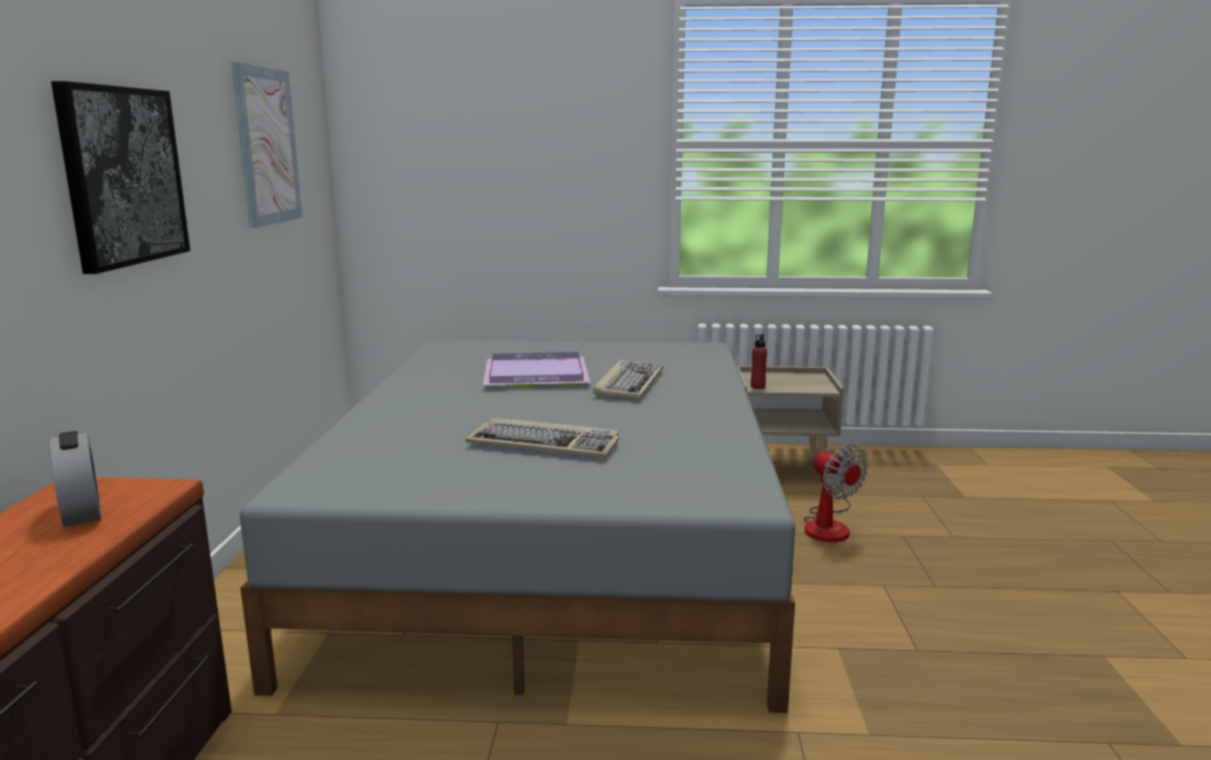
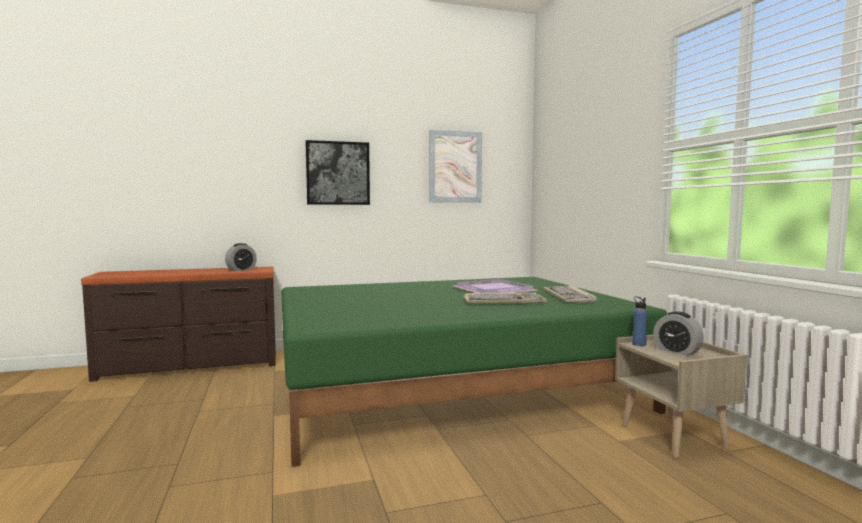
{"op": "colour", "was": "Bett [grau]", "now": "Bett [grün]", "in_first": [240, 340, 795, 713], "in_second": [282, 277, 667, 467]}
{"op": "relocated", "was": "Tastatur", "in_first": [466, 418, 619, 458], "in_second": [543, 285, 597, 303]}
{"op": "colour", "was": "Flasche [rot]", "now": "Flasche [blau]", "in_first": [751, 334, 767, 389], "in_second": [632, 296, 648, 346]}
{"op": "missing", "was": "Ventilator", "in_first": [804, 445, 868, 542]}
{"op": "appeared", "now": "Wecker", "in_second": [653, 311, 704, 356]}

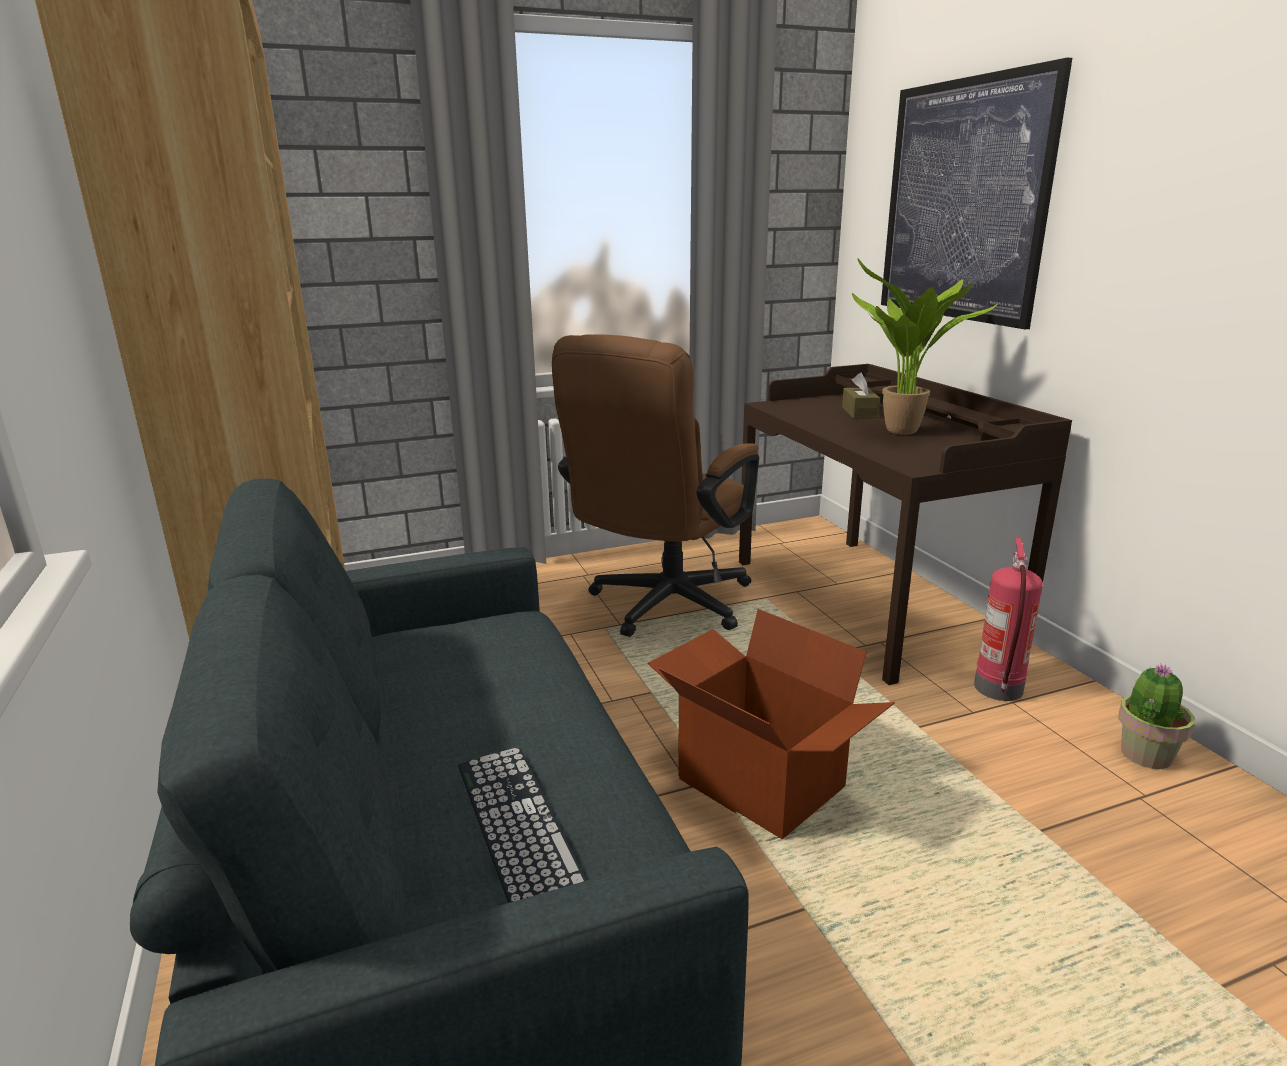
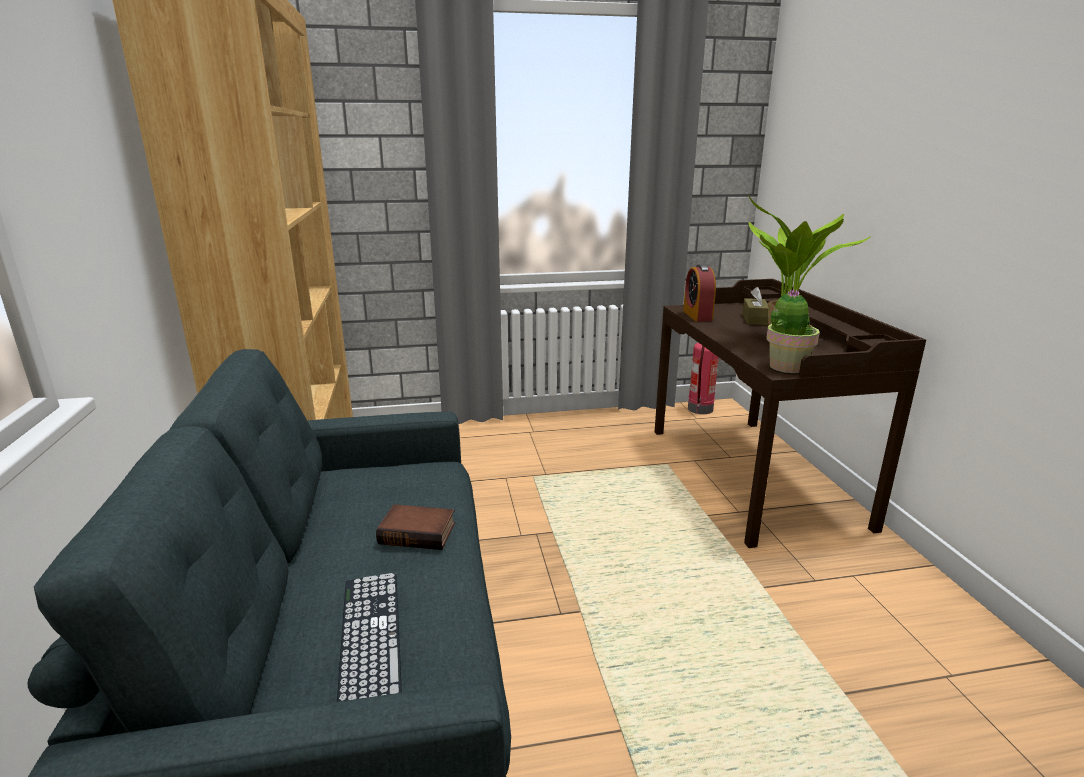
{"op": "missing", "was": "Bürostuhl [braun]", "in_first": [552, 335, 759, 637]}
{"op": "missing", "was": "Karton", "in_first": [648, 609, 895, 839]}
{"op": "missing", "was": "Bild", "in_first": [881, 58, 1072, 329]}
{"op": "relocated", "was": "Feuerlöscher", "in_first": [974, 537, 1043, 701], "in_second": [688, 343, 719, 414]}
{"op": "relocated", "was": "Topfpflanze", "in_first": [1119, 664, 1195, 769], "in_second": [766, 289, 820, 373]}
{"op": "appeared", "now": "Buch", "in_second": [376, 504, 455, 550]}
{"op": "appeared", "now": "Wecker", "in_second": [683, 264, 716, 322]}

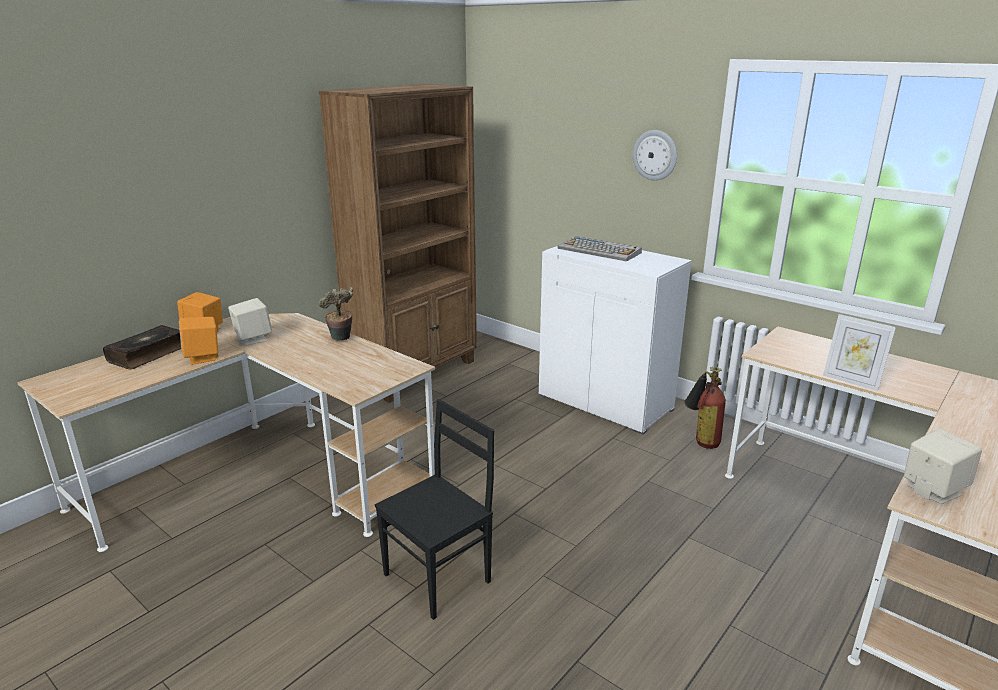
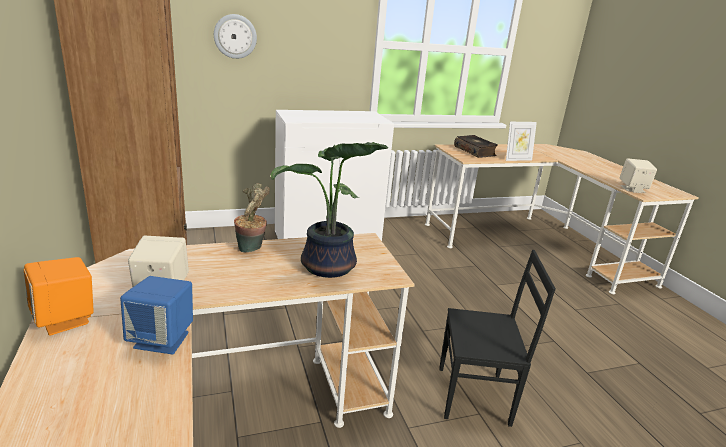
{"op": "relocated", "was": "Buch", "in_first": [103, 325, 181, 369], "in_second": [454, 135, 498, 158]}
{"op": "colour", "was": "Lautsprecher [orange]", "now": "Lautsprecher [blau]", "in_first": [179, 317, 218, 365], "in_second": [120, 276, 193, 354]}
{"op": "spun", "was": "Stuhl [schwarz]", "in_first": [375, 399, 494, 620], "in_second": [439, 250, 556, 427], "clockwise": 105}
{"op": "missing", "was": "Tastatur", "in_first": [557, 236, 642, 262]}
{"op": "relocated", "was": "Wanduhr", "in_first": [633, 130, 677, 181], "in_second": [214, 14, 257, 59]}
{"op": "missing", "was": "Feuerlöscher", "in_first": [684, 367, 726, 449]}
{"op": "appeared", "now": "Topfpflanze", "in_second": [271, 142, 388, 278]}

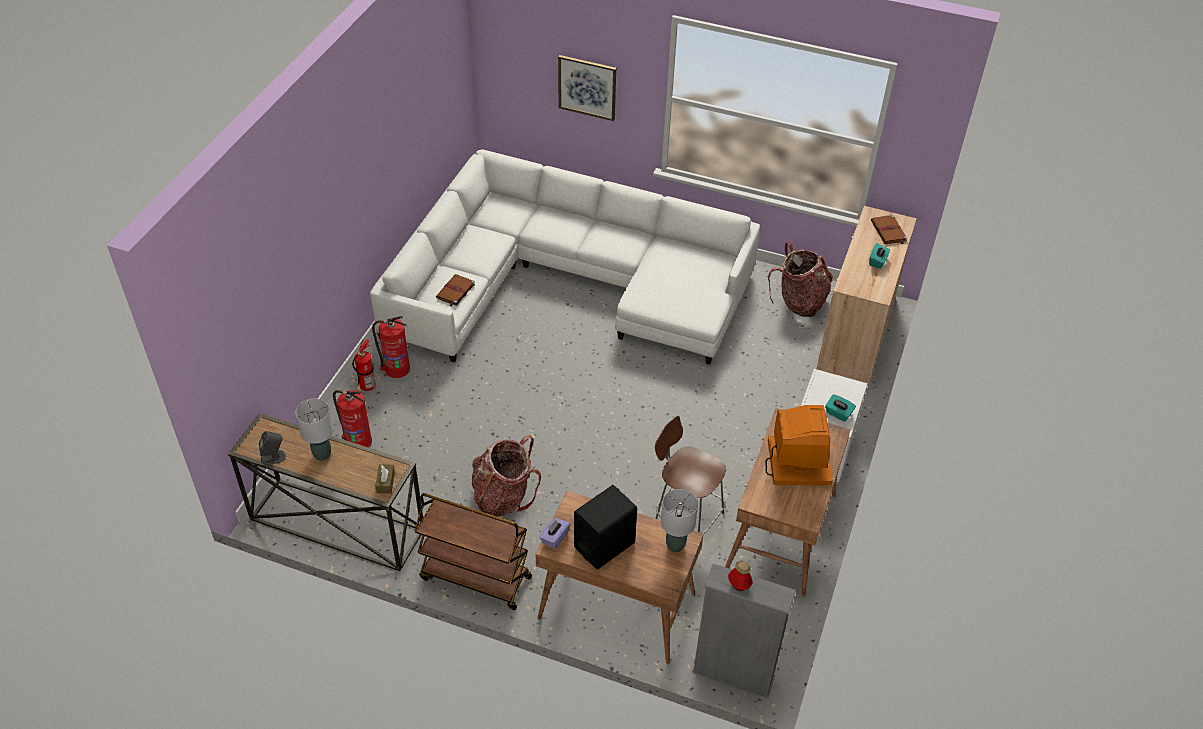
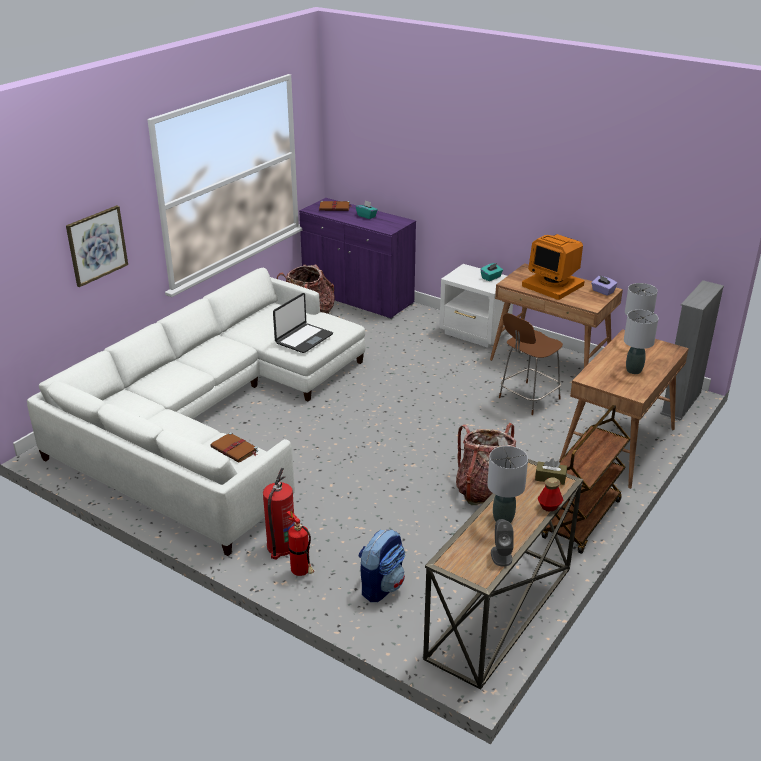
{"op": "exchanged", "was": "Feuerlöscher", "now": "Rucksack", "in_first": [333, 390, 372, 447], "in_second": [358, 529, 405, 602]}
{"op": "relocated", "was": "Taschentuchbox [lila]", "in_first": [540, 518, 570, 549], "in_second": [591, 275, 617, 296]}
{"op": "exchanged", "was": "Lautsprecher [schwarz]", "now": "Tischlampe [grau]", "in_first": [574, 485, 637, 570], "in_second": [624, 310, 658, 374]}
{"op": "relocated", "was": "Flasche", "in_first": [728, 561, 753, 591], "in_second": [538, 477, 563, 511]}
{"op": "spun", "was": "Monitor", "in_first": [765, 405, 833, 485], "in_second": [522, 234, 584, 300], "clockwise": -150}
{"op": "colour", "was": "Schrank [beige]", "now": "Schrank [lila]", "in_first": [816, 206, 917, 385], "in_second": [299, 198, 416, 319]}
{"op": "appeared", "now": "Laptop", "in_second": [273, 293, 333, 353]}

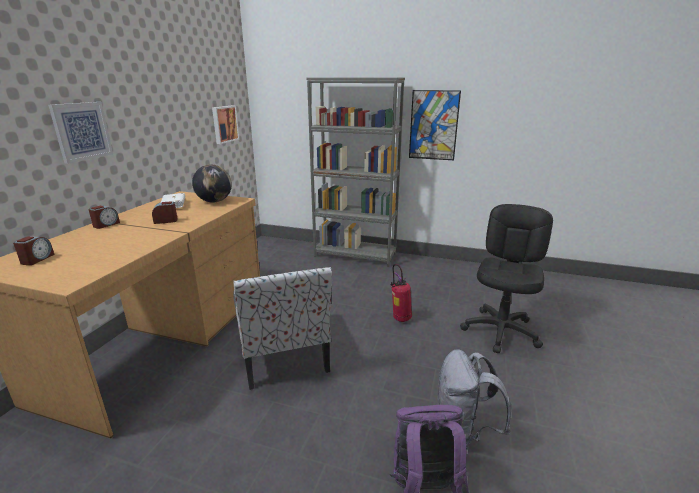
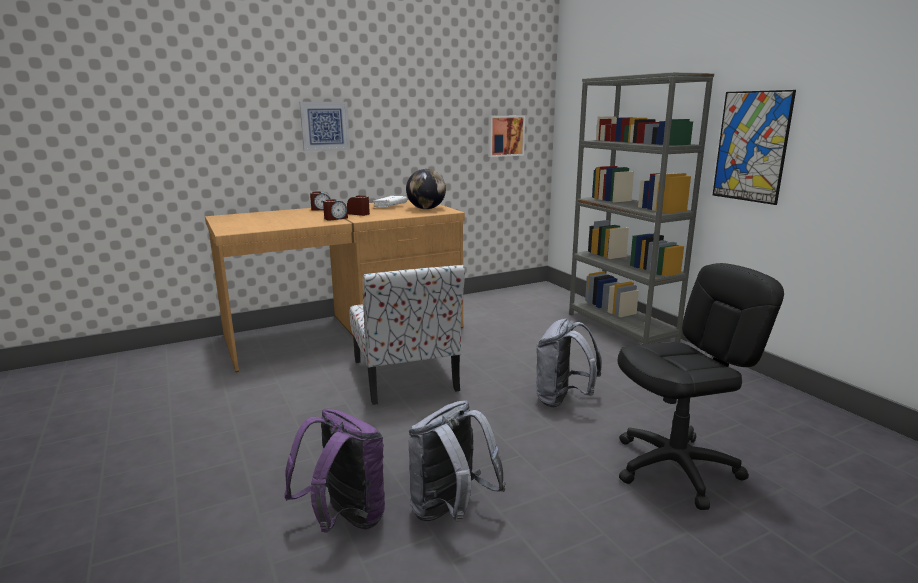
{"op": "relocated", "was": "Wecker", "in_first": [13, 236, 55, 265], "in_second": [323, 199, 348, 221]}
{"op": "spun", "was": "Stuhl", "in_first": [233, 267, 332, 390], "in_second": [349, 265, 465, 405], "clockwise": -45}
{"op": "exchanged", "was": "Feuerlöscher", "now": "Rucksack [grau]", "in_first": [390, 264, 412, 322], "in_second": [536, 319, 602, 407]}

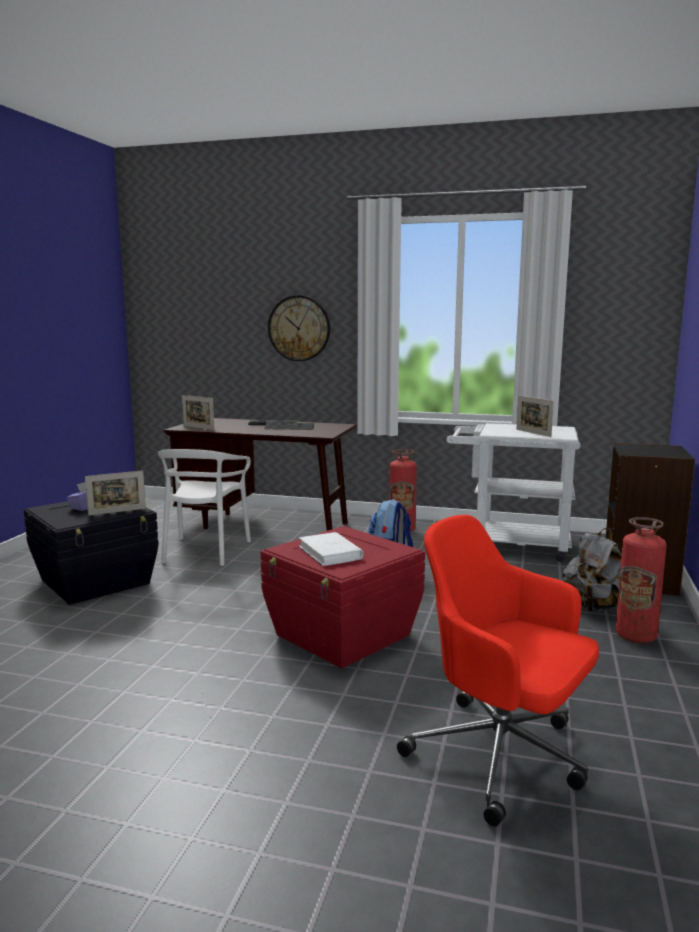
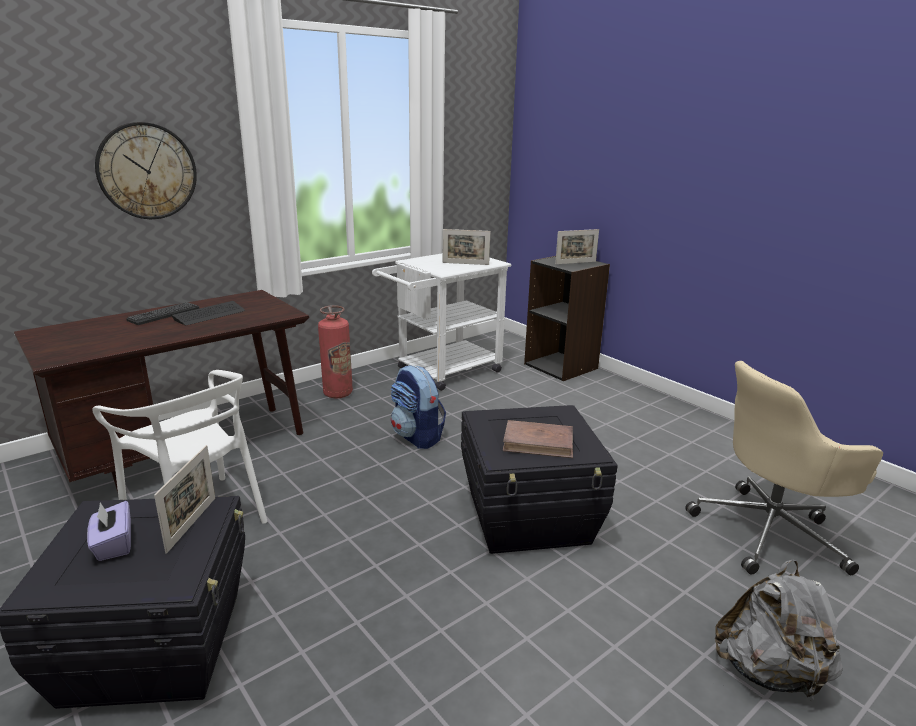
{"op": "relocated", "was": "Bilderrahmen", "in_first": [182, 395, 214, 430], "in_second": [555, 229, 599, 264]}
{"op": "colour", "was": "Aufbewahrungsbox [rot]", "now": "Aufbewahrungsbox [schwarz]", "in_first": [261, 526, 425, 668], "in_second": [461, 405, 618, 554]}
{"op": "colour", "was": "Buch [weiß]", "now": "Buch [braun]", "in_first": [299, 532, 364, 566], "in_second": [503, 420, 573, 458]}
{"op": "colour", "was": "Bürostuhl [rot]", "now": "Bürostuhl [beige]", "in_first": [397, 515, 599, 827], "in_second": [685, 361, 883, 575]}
{"op": "relocated", "was": "Rucksack [grau]", "in_first": [563, 528, 622, 612], "in_second": [715, 559, 843, 701]}
{"op": "missing", "was": "Feuerlöscher", "in_first": [616, 517, 667, 643]}

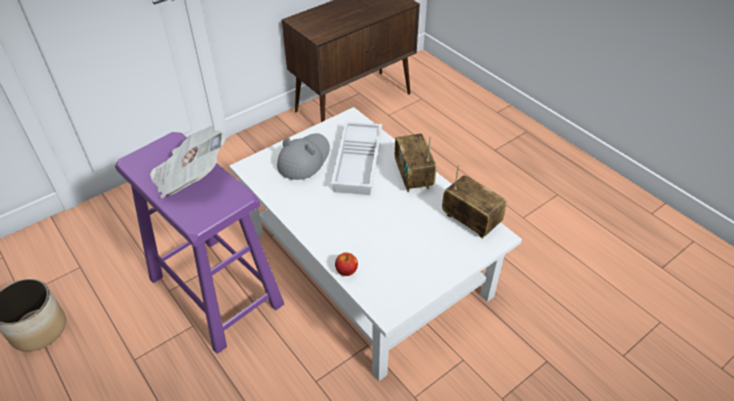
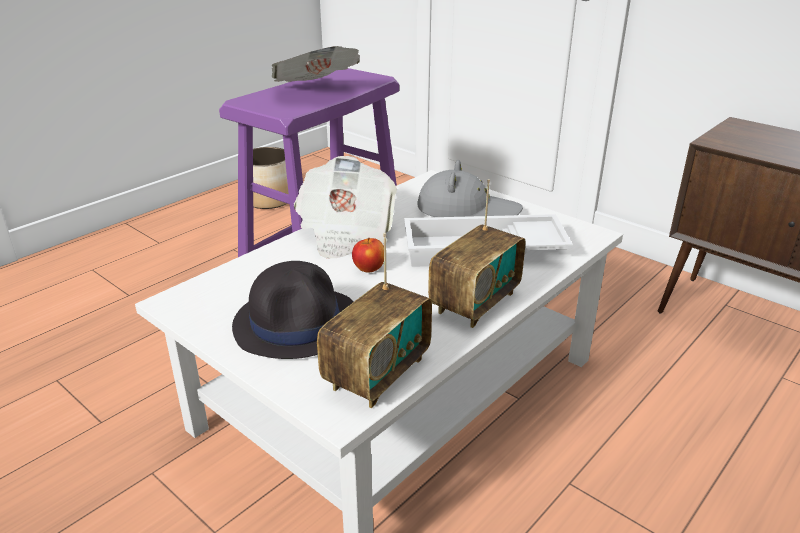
{"op": "relocated", "was": "Apfel", "in_first": [335, 252, 358, 276], "in_second": [352, 238, 384, 273]}
{"op": "spun", "was": "Radio", "in_first": [395, 134, 436, 192], "in_second": [428, 179, 525, 328], "clockwise": 150}
{"op": "appeared", "now": "Hut [schwarz]", "in_second": [232, 261, 353, 359]}
{"op": "appeared", "now": "Zeitung", "in_second": [294, 156, 397, 259]}

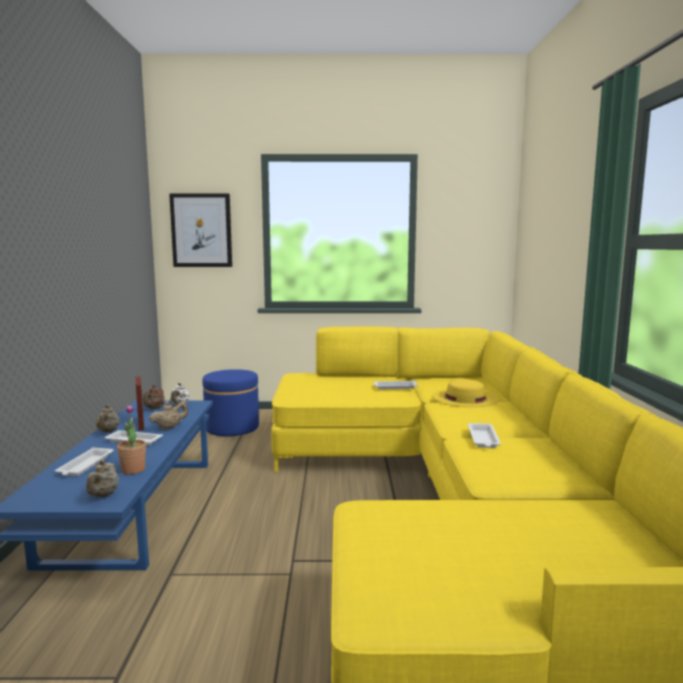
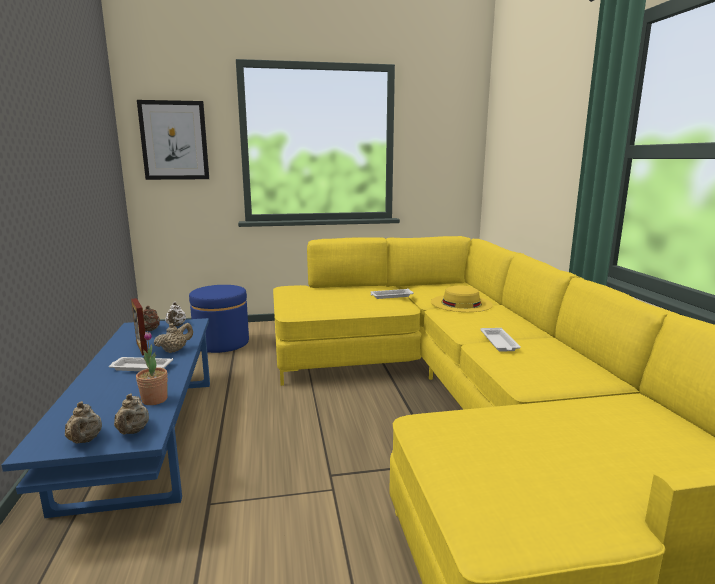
{"op": "missing", "was": "Tablett [weiß]", "in_first": [55, 448, 114, 476]}
{"op": "relocated", "was": "Teekanne [beige]", "in_first": [96, 404, 120, 432], "in_second": [65, 401, 102, 444]}

